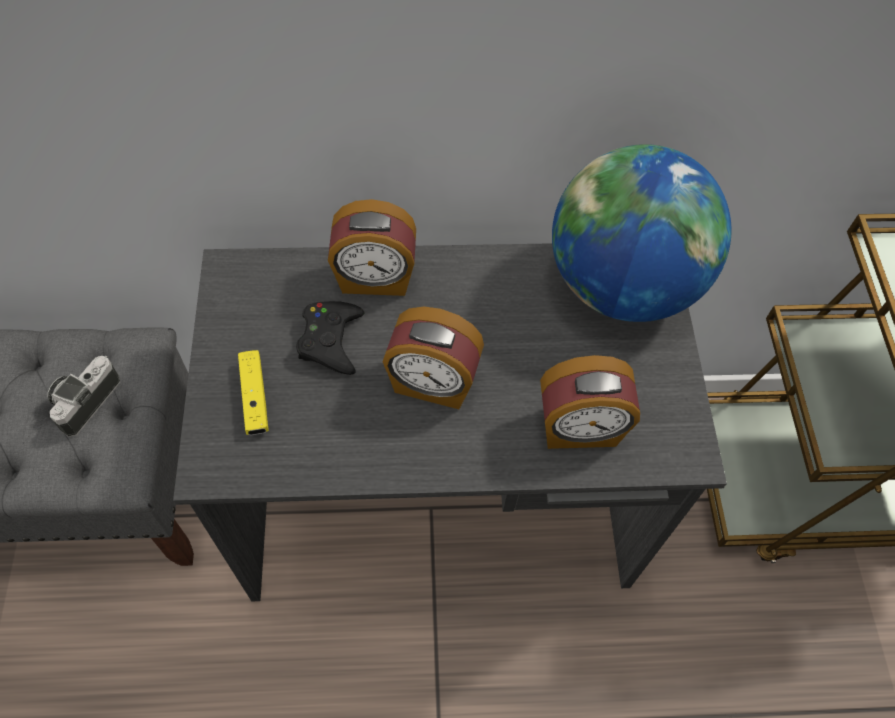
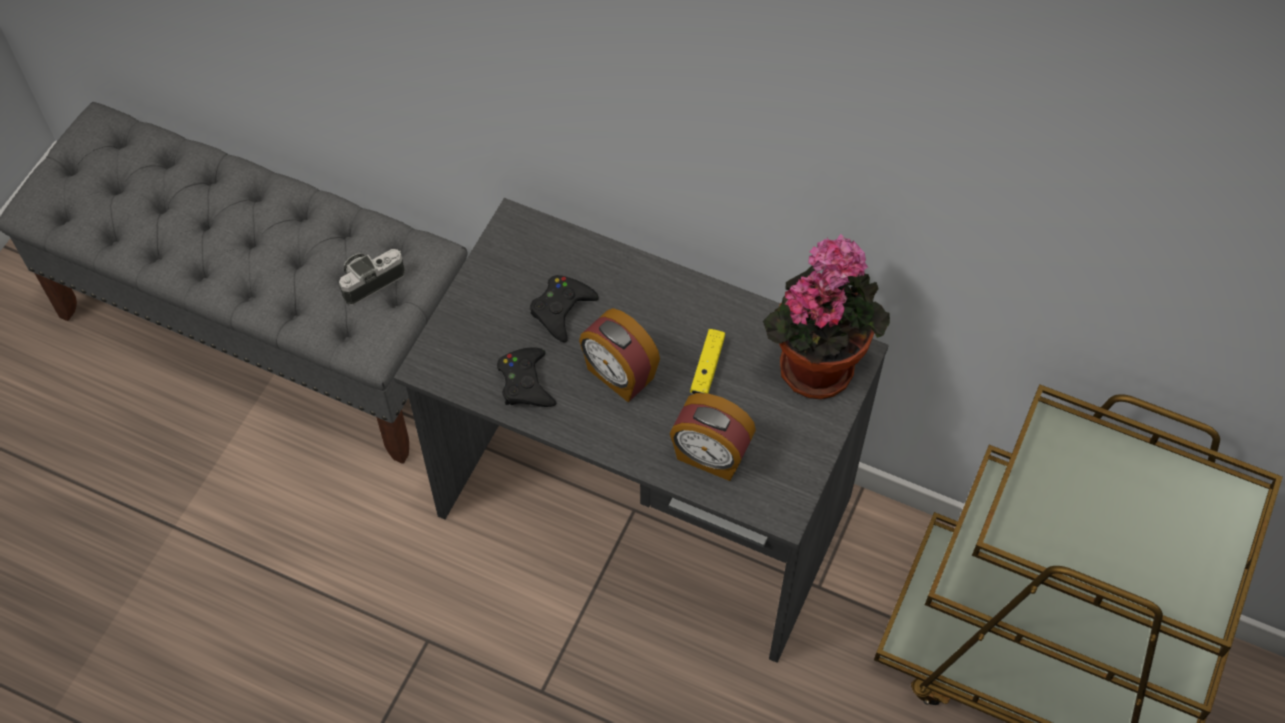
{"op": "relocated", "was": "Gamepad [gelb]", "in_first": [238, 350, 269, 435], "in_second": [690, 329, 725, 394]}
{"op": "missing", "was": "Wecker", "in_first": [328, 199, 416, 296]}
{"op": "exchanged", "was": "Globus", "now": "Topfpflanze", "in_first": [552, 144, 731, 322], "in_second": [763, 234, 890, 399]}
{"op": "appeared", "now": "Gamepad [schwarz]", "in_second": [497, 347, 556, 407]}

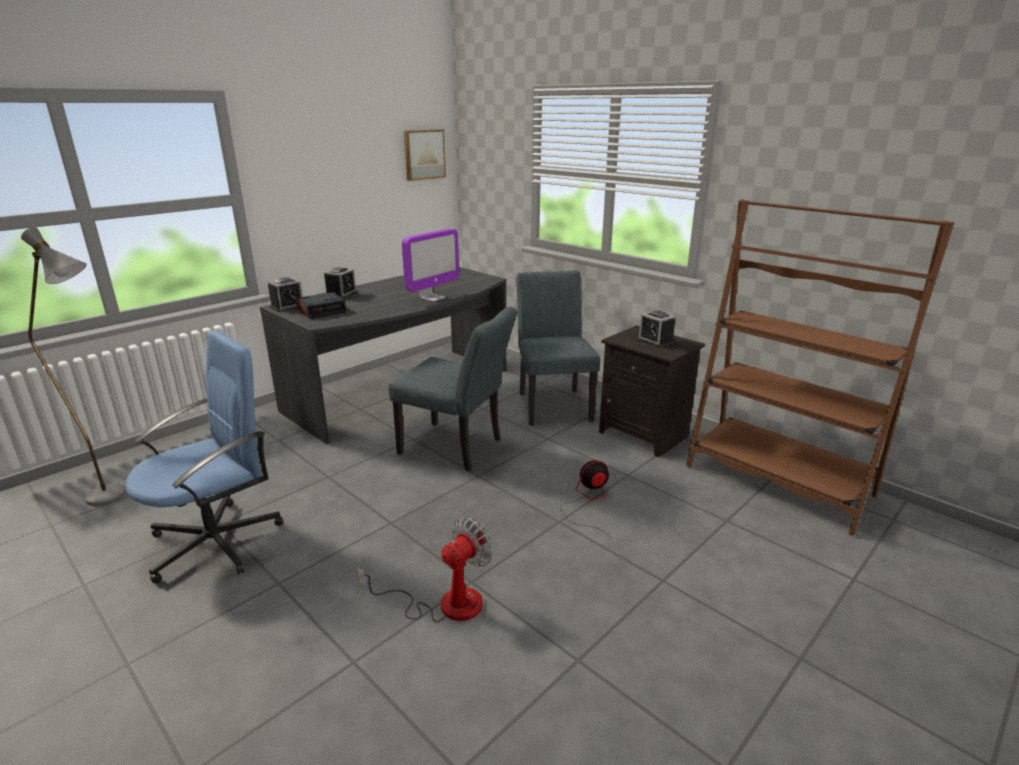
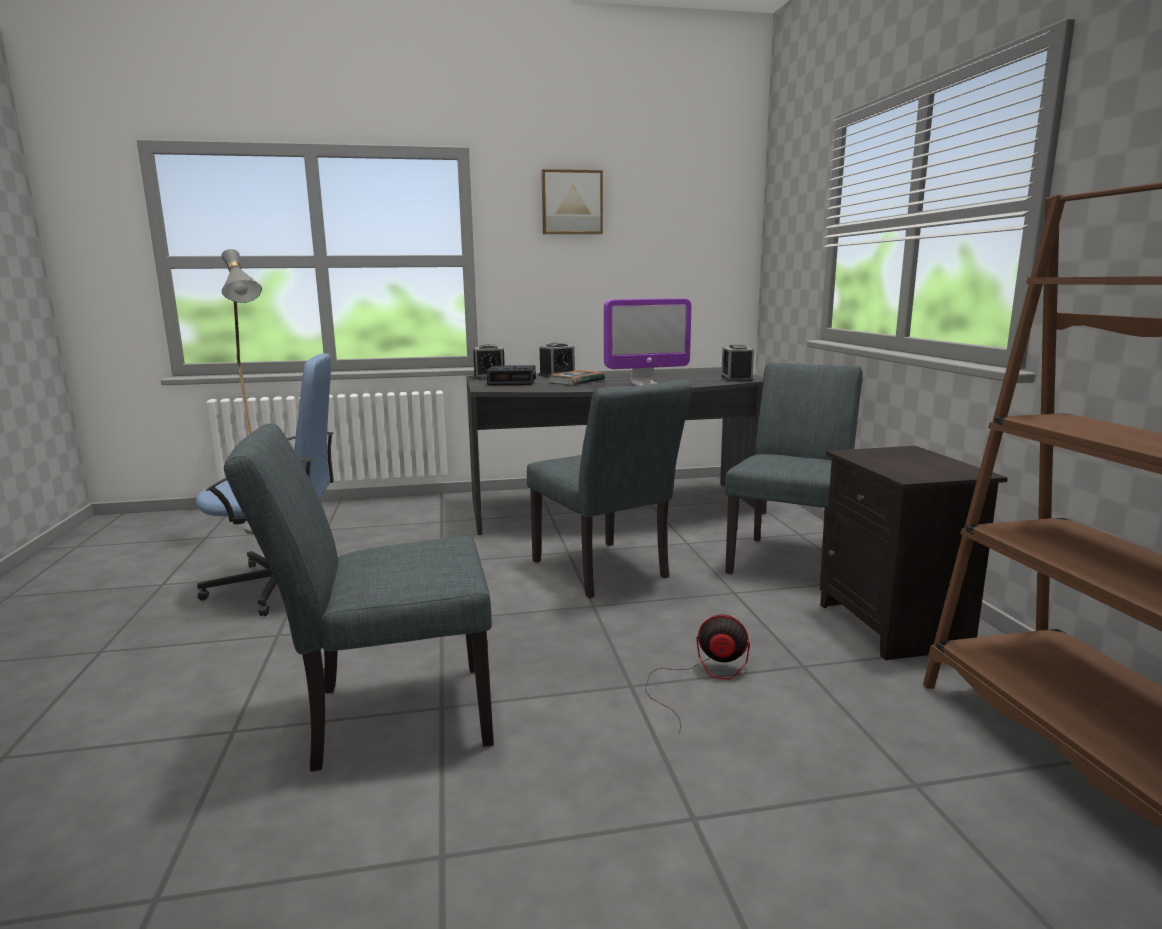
{"op": "exchanged", "was": "Ventilator", "now": "Stuhl [grau]", "in_first": [357, 517, 493, 623], "in_second": [224, 423, 494, 772]}
{"op": "relocated", "was": "Bild", "in_first": [404, 129, 446, 181], "in_second": [541, 169, 603, 234]}
{"op": "relocated", "was": "Wecker", "in_first": [637, 310, 676, 348], "in_second": [721, 345, 754, 381]}
{"op": "appeared", "now": "Buch", "in_second": [548, 370, 605, 385]}

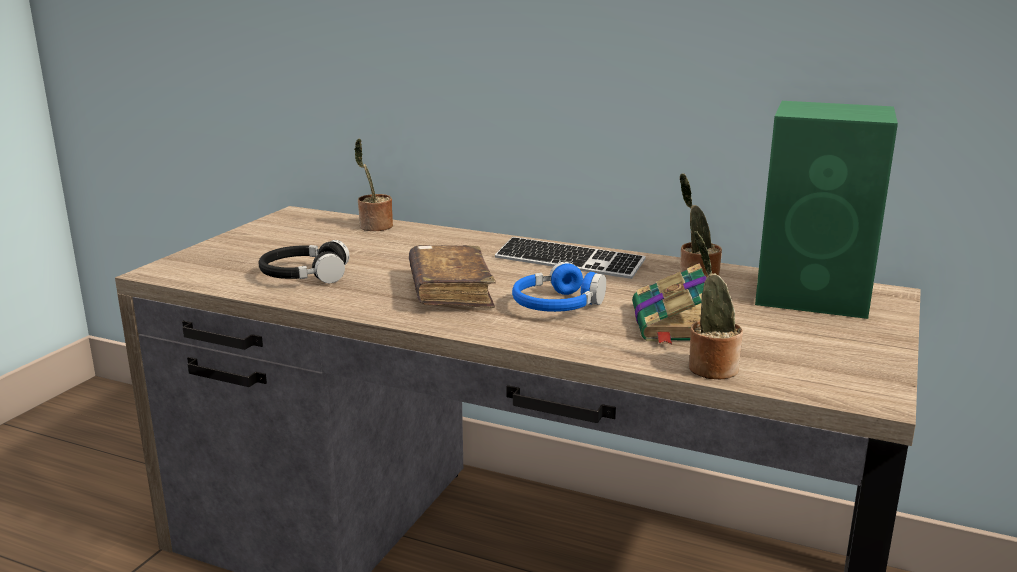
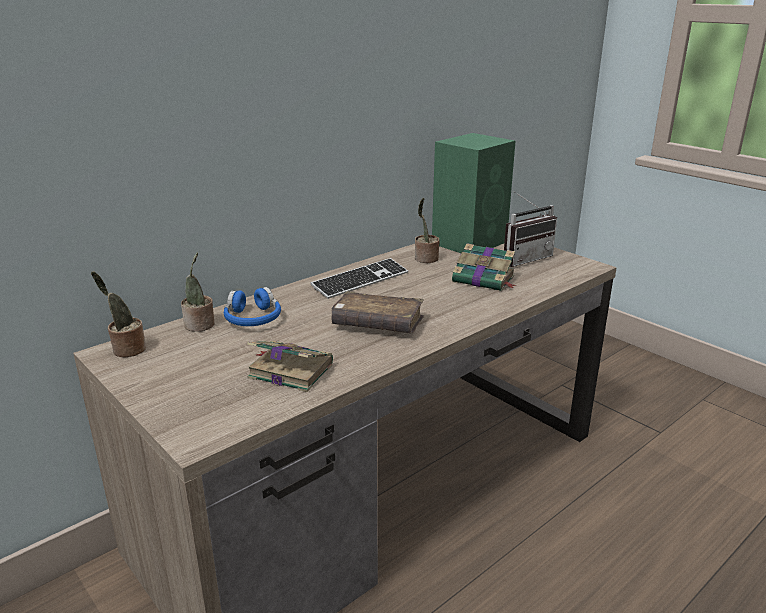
{"op": "exchanged", "was": "Kopfhörer [schwarz]", "now": "Buch", "in_first": [258, 240, 350, 283], "in_second": [247, 341, 333, 392]}
{"op": "relocated", "was": "Kopfhörer [blau]", "in_first": [512, 262, 606, 312], "in_second": [224, 287, 281, 326]}
{"op": "relocated", "was": "Topfpflanze", "in_first": [689, 231, 743, 379], "in_second": [91, 271, 146, 357]}
{"op": "appeared", "now": "Radio", "in_second": [504, 191, 557, 267]}

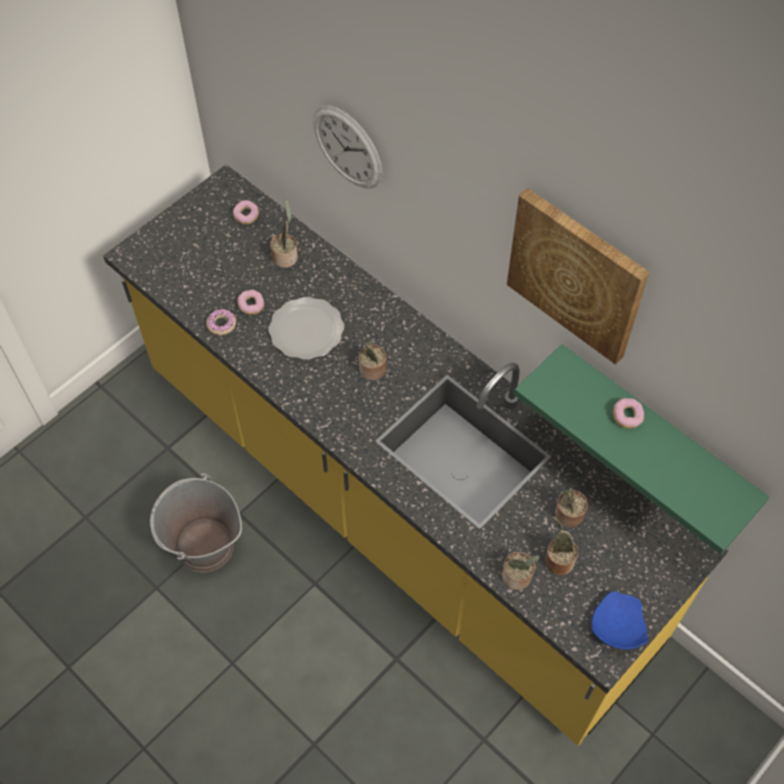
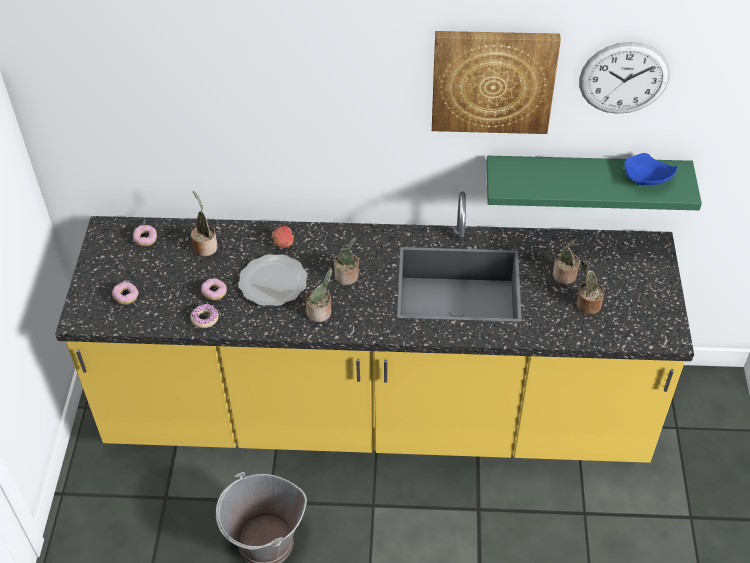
{"op": "relocated", "was": "Wanduhr", "in_first": [313, 105, 382, 188], "in_second": [579, 42, 670, 114]}
{"op": "relocated", "was": "Topfpflanze", "in_first": [502, 552, 539, 590], "in_second": [306, 268, 332, 322]}
{"op": "relocated", "was": "Teller [blau]", "in_first": [592, 591, 648, 650], "in_second": [624, 153, 677, 186]}
{"op": "relocated", "was": "Donut", "in_first": [613, 398, 644, 429], "in_second": [112, 282, 138, 305]}
{"op": "appeared", "now": "Apfel", "in_second": [272, 226, 294, 248]}

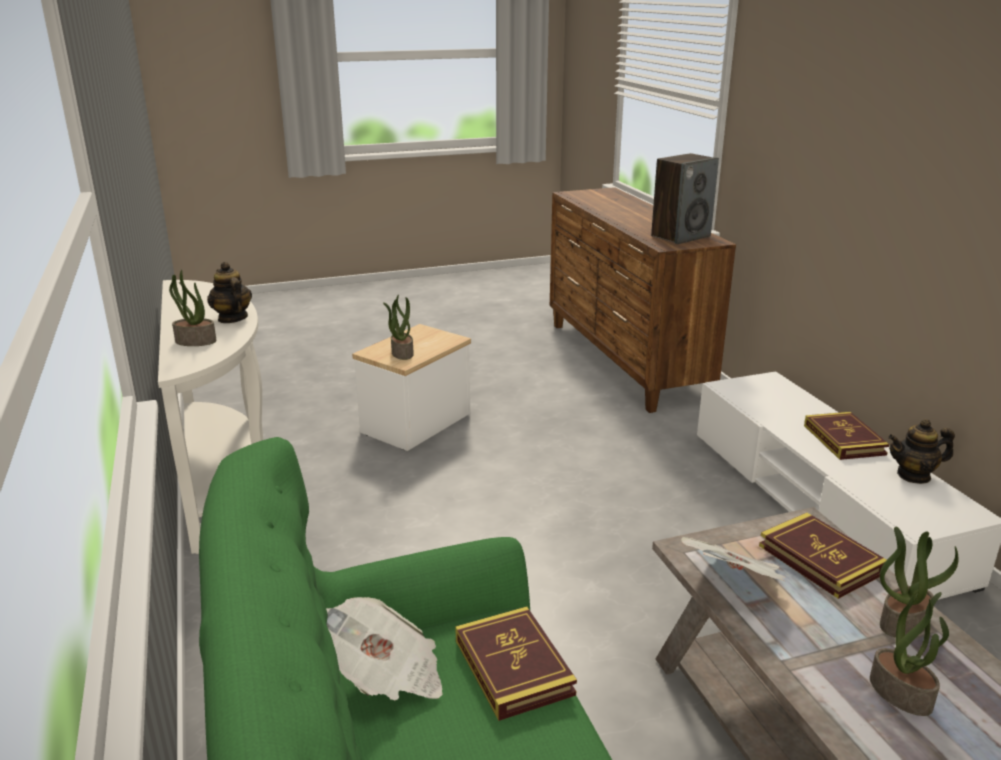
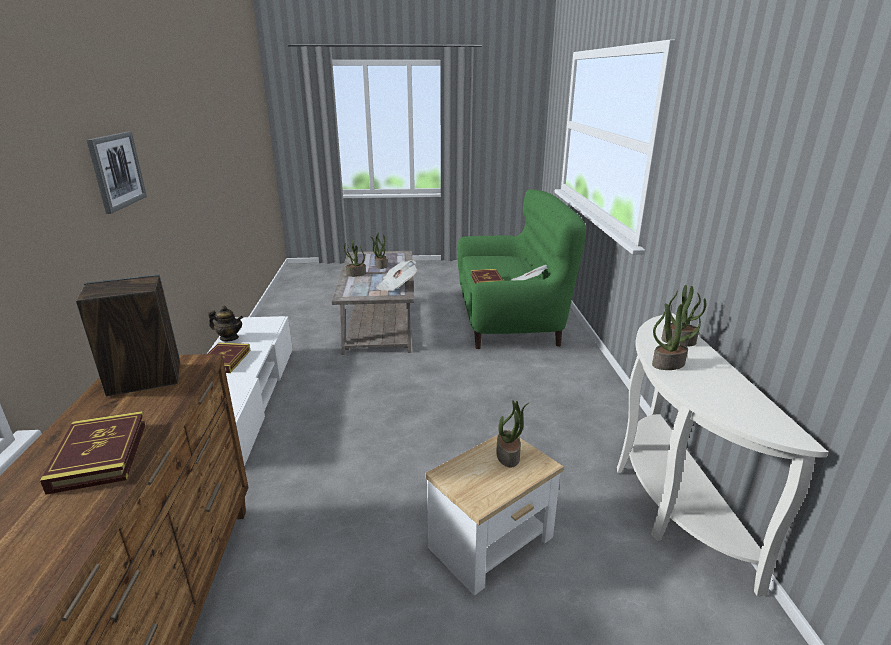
{"op": "exchanged", "was": "Teekanne", "now": "Topfpflanze", "in_first": [207, 262, 252, 323], "in_second": [652, 303, 701, 370]}
{"op": "relocated", "was": "Buch", "in_first": [759, 513, 886, 599], "in_second": [40, 411, 146, 495]}
{"op": "appeared", "now": "Bild", "in_second": [86, 132, 147, 214]}

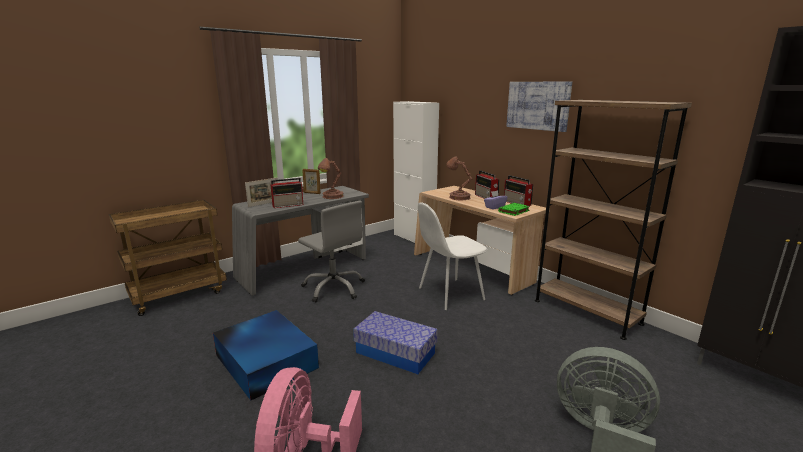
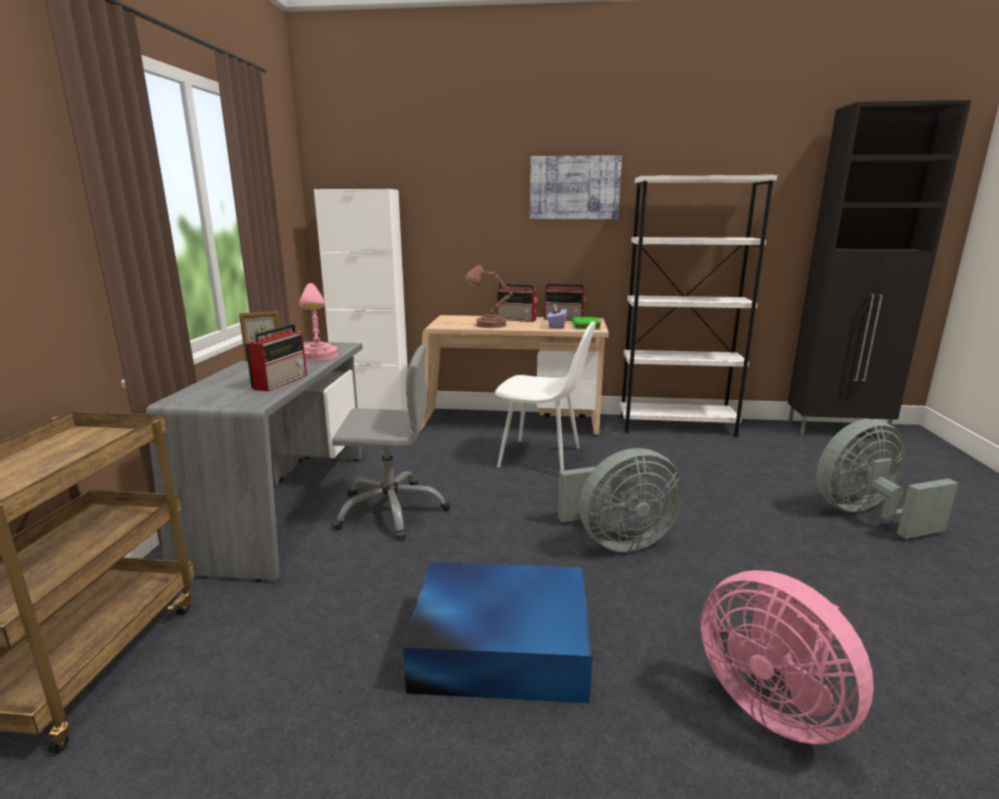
{"op": "missing", "was": "Bilderrahmen", "in_first": [245, 177, 278, 207]}
{"op": "colour", "was": "Tischlampe [braun]", "now": "Tischlampe [rosa]", "in_first": [318, 158, 344, 199], "in_second": [300, 283, 338, 361]}
{"op": "exchanged", "was": "Aufbewahrungsbox", "now": "Ventilator [grau]", "in_first": [353, 311, 438, 374], "in_second": [558, 448, 684, 552]}
{"op": "spun", "was": "Stuhl [weiß]", "in_first": [418, 202, 487, 310], "in_second": [495, 321, 596, 471], "clockwise": -90}
{"op": "colour", "was": "Bücherregal [braun]", "now": "Bücherregal [weiß]", "in_first": [535, 100, 692, 340], "in_second": [620, 175, 777, 437]}

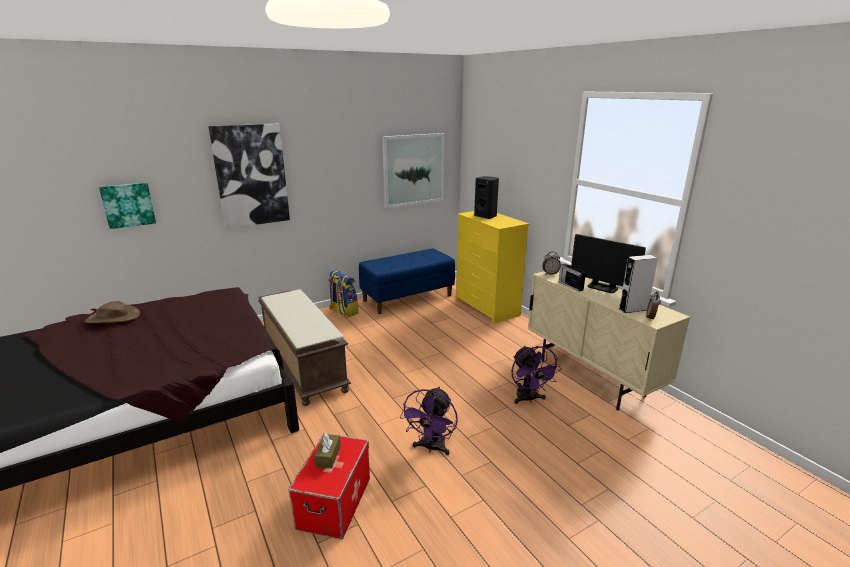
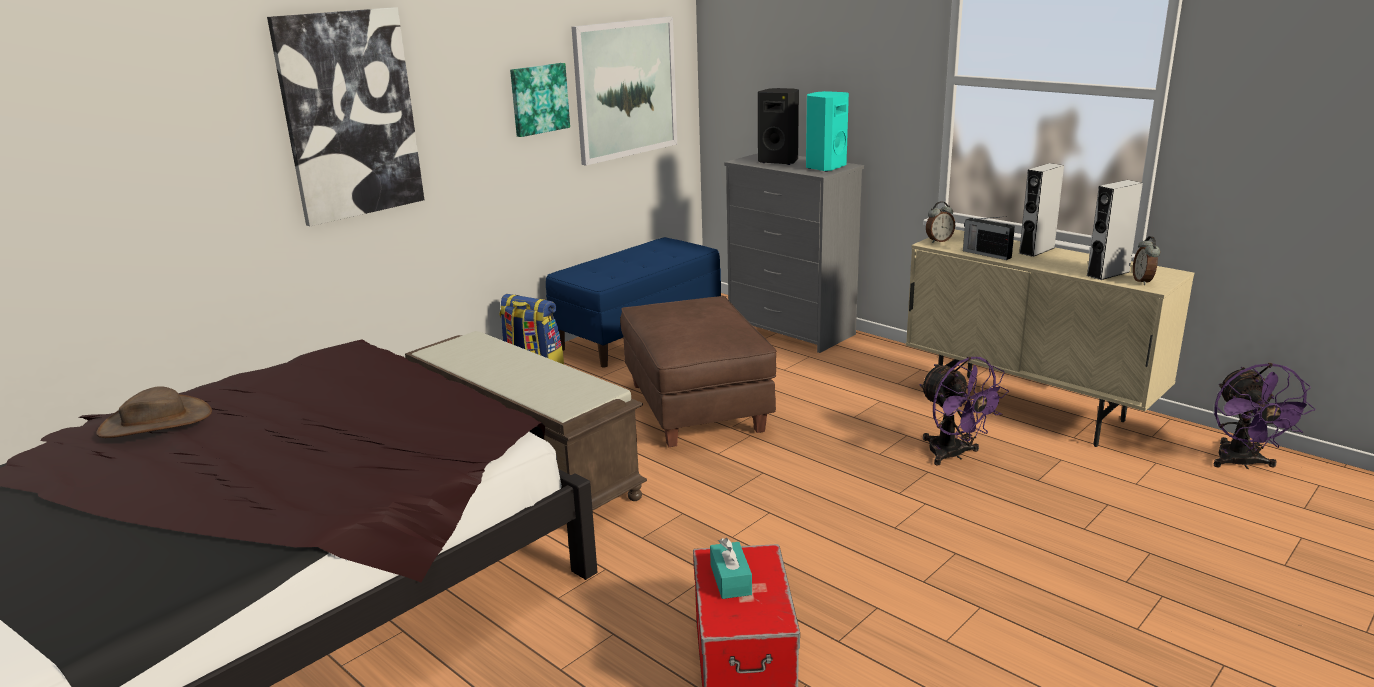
{"op": "relocated", "was": "Bild", "in_first": [99, 183, 156, 229], "in_second": [510, 63, 570, 137]}
{"op": "colour", "was": "Taschentuchbox [braun]", "now": "Taschentuchbox [türkis]", "in_first": [314, 433, 341, 468], "in_second": [710, 538, 752, 599]}
{"op": "relocated", "was": "Ventilator [lila]", "in_first": [400, 387, 458, 456], "in_second": [1214, 363, 1316, 469]}
{"op": "colour", "was": "Kommode [gelb]", "now": "Kommode [grau]", "in_first": [456, 211, 530, 323], "in_second": [724, 153, 864, 353]}
{"op": "exchanged", "was": "Monitor", "now": "Lautsprecher [grau]", "in_first": [571, 234, 646, 293], "in_second": [1018, 163, 1064, 257]}
{"op": "appeared", "now": "Polsterhocker [braun]", "in_second": [620, 296, 776, 447]}
{"op": "appeared", "now": "Lautsprecher [türkis]", "in_second": [806, 91, 849, 172]}

